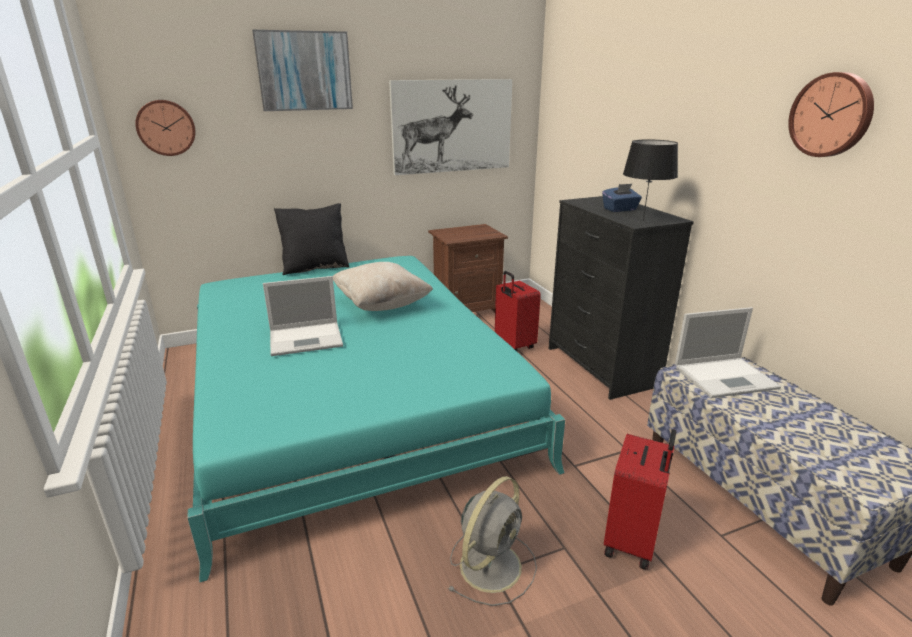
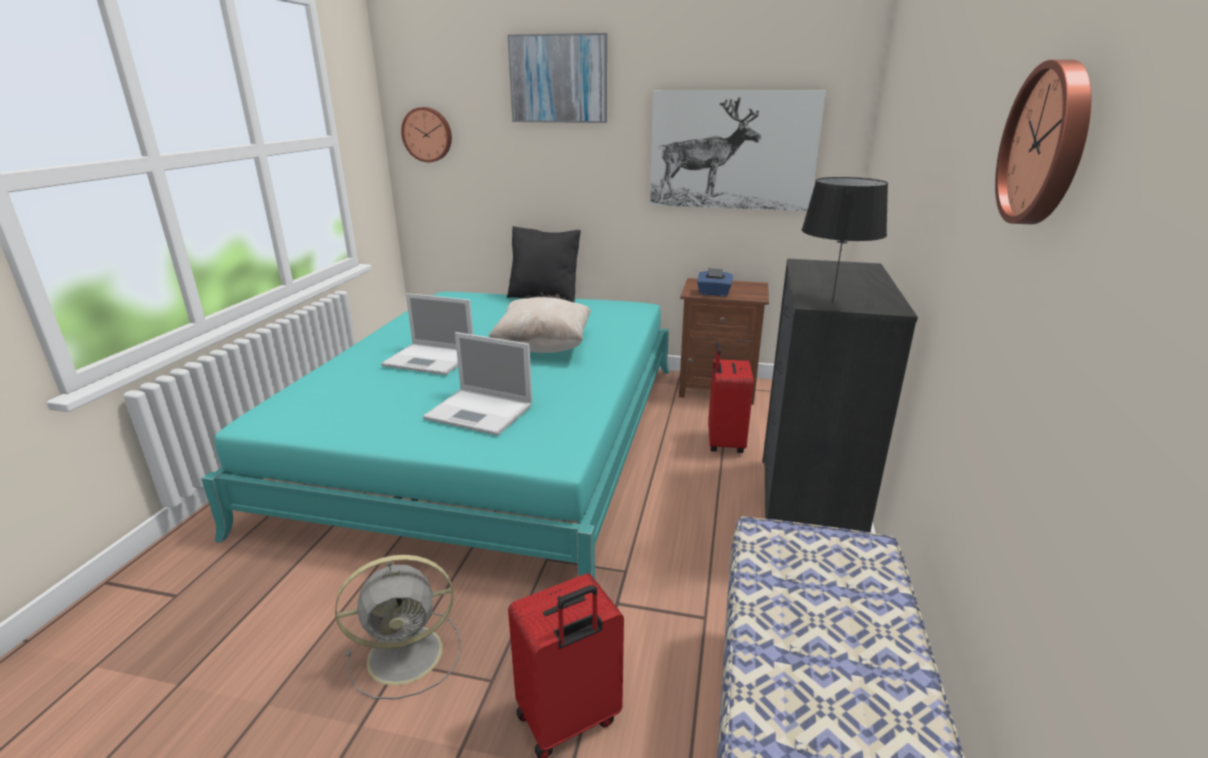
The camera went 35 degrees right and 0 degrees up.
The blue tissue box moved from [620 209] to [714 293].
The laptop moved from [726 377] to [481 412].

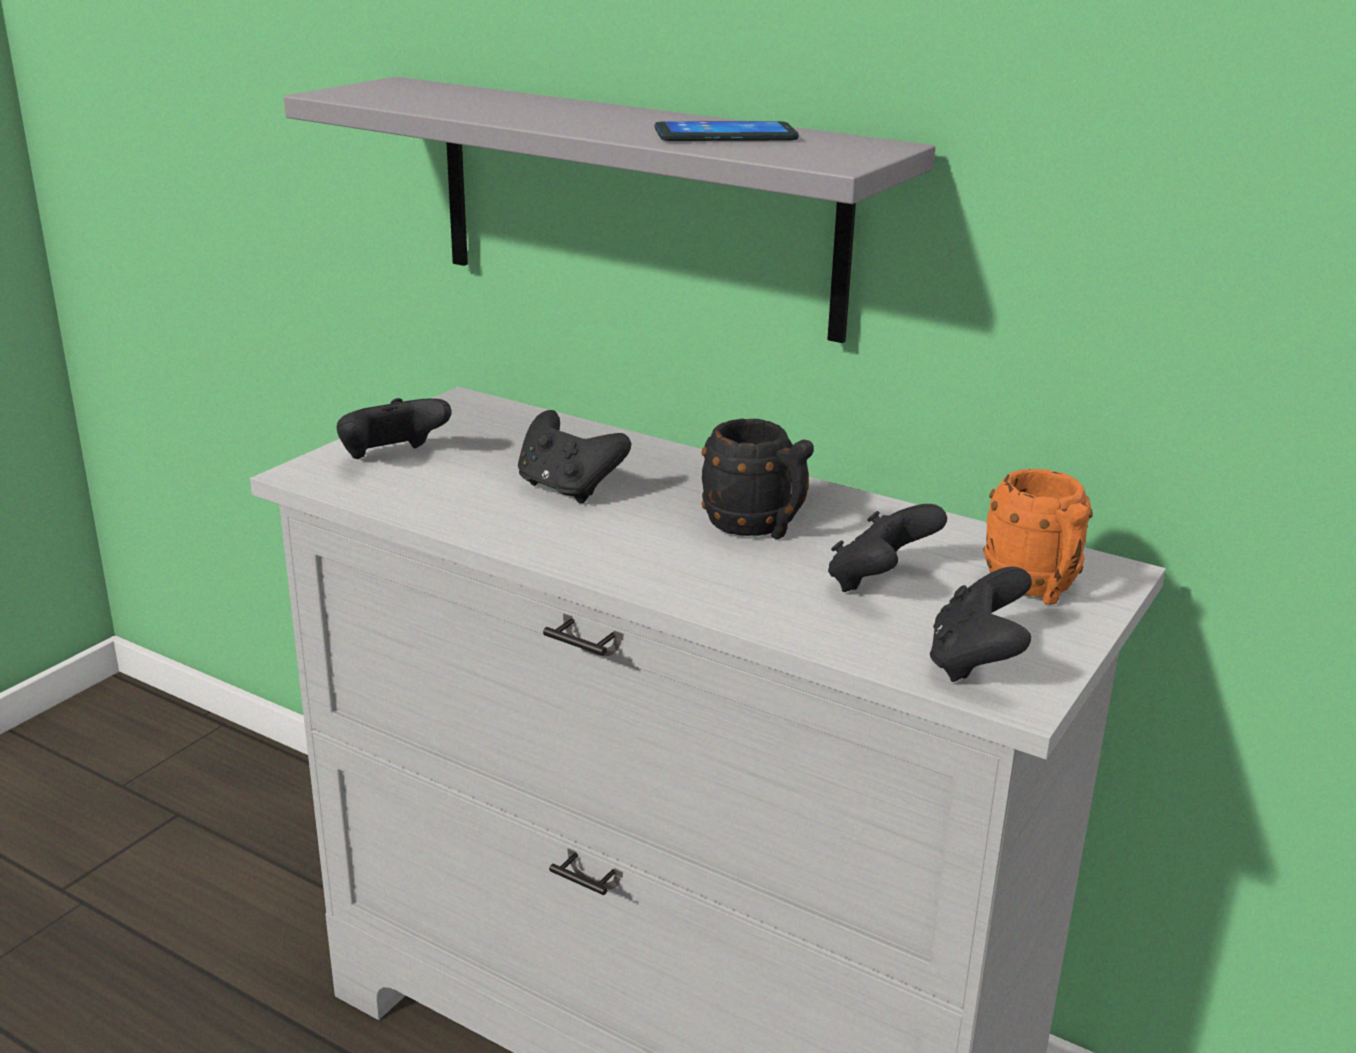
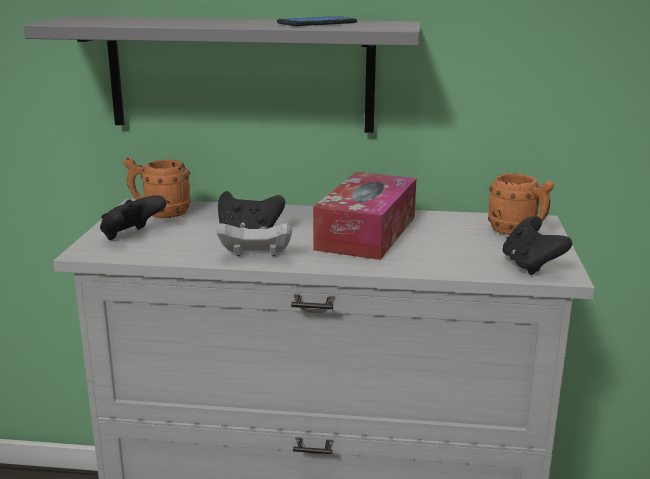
The camera went 25 degrees left and 5 degrees down.
The black mug at [758 529] was replaced by the tissue box at [366 233].
The black game controller at [879 583] disappeared.
The orange mug at [159 213] appeared.
The white game controller at [256 257] appeared.

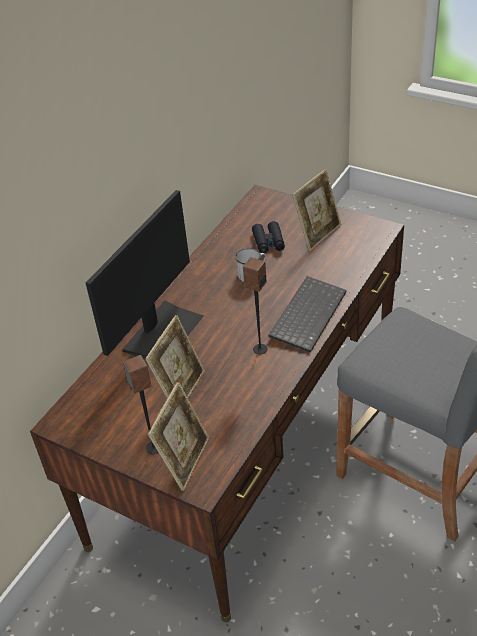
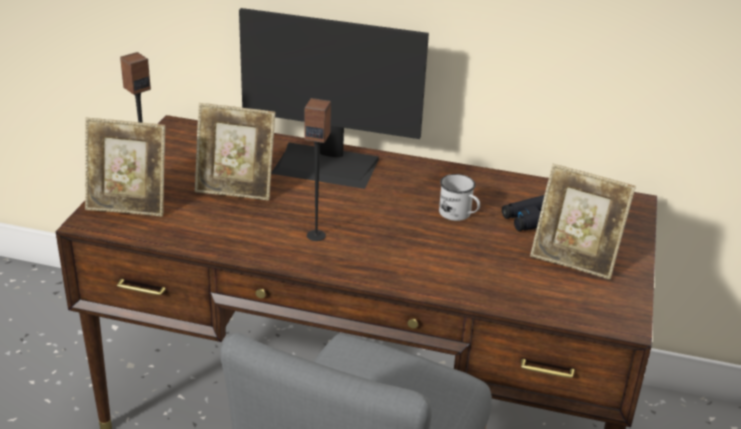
The camera went 70 degrees right and 10 degrees down.
The keyboard at [307 314] disappeared.

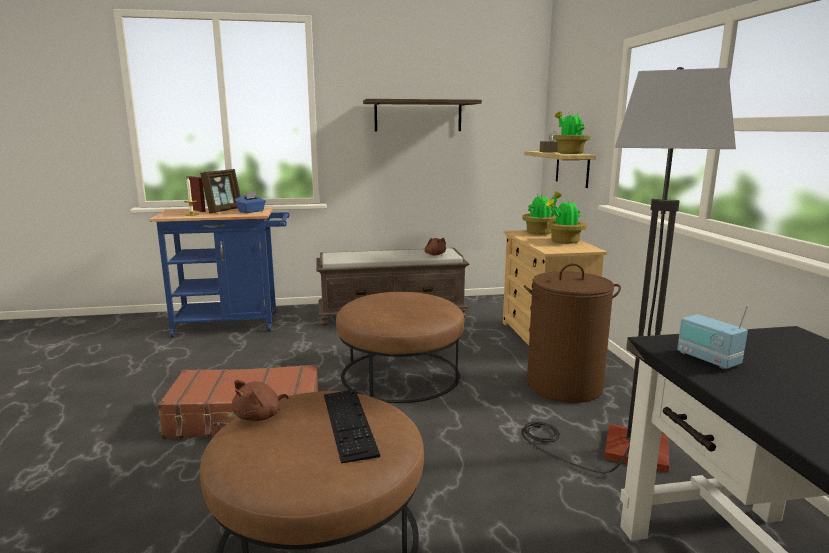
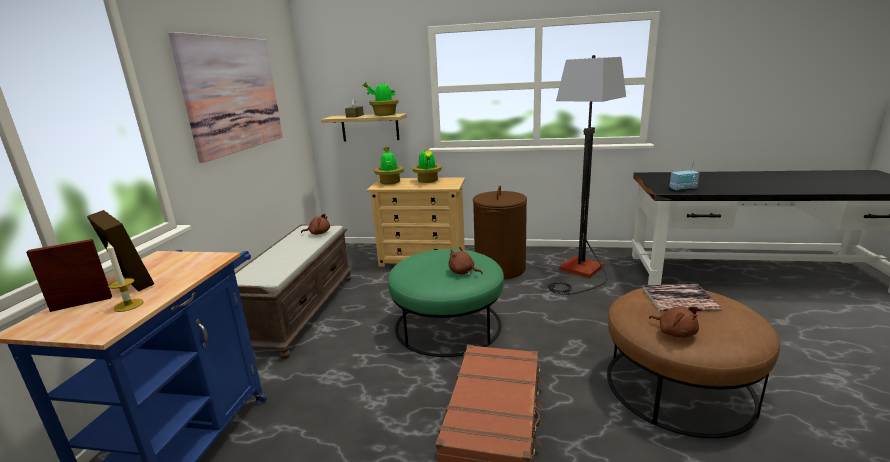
The camera went 70 degrees left and 5 degrees up.
The shelf at [418 116] was replaced by the picture at [233 94].
The blue tissue box at [251 211] disappeared.
The brown ottoman at [400 374] became the green ottoman at [448 325].
The keyboard at [349 423] was replaced by the book at [679 299].
The brown plush toy at [463 272] appeared.

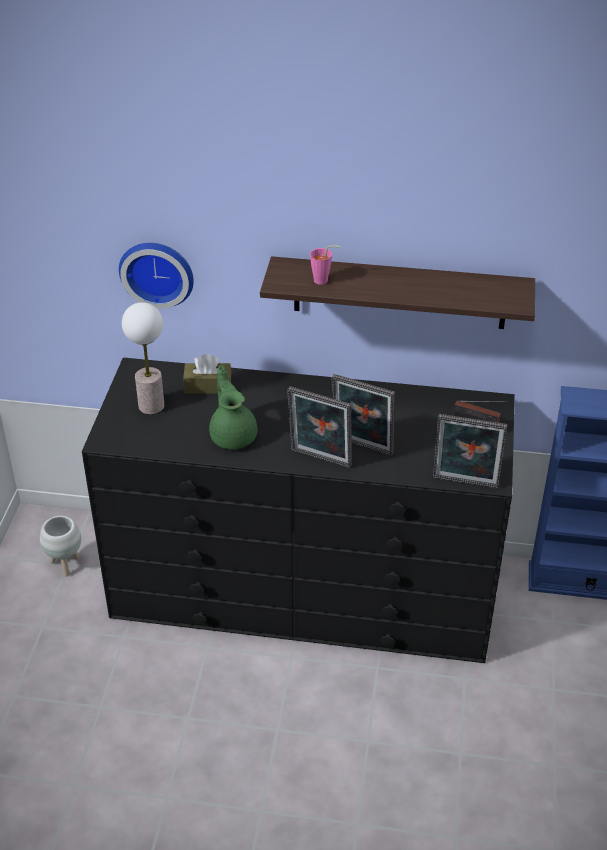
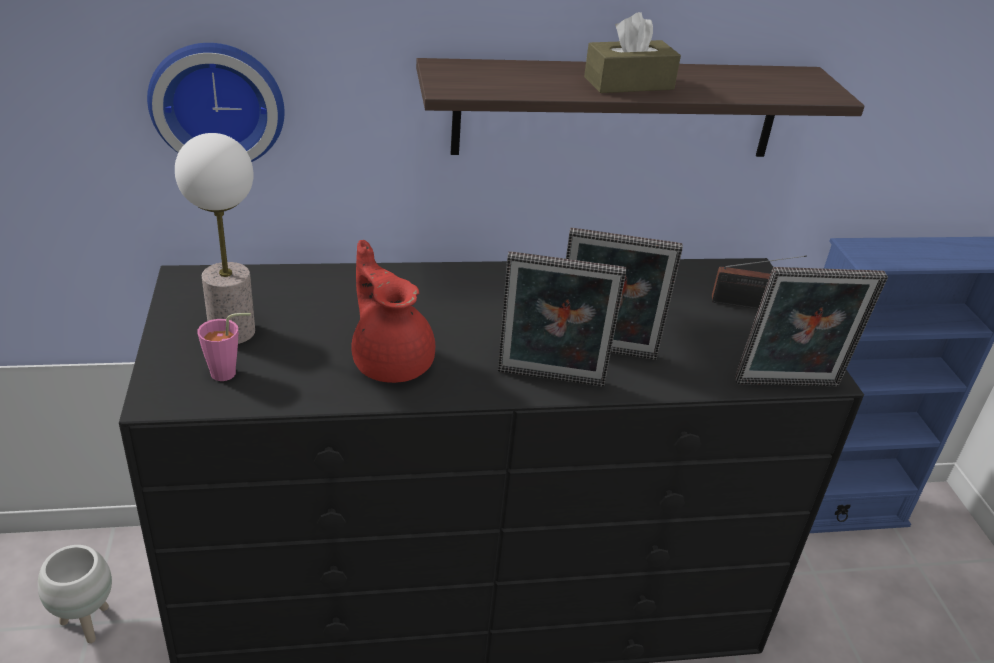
The camera went 20 degrees left and 5 degrees down.
The pink cup moved from [324 281] to [229 373].
The brown tissue box moved from [208 386] to [628 83].
The green teapot at [233 435] became the red teapot at [391 360].

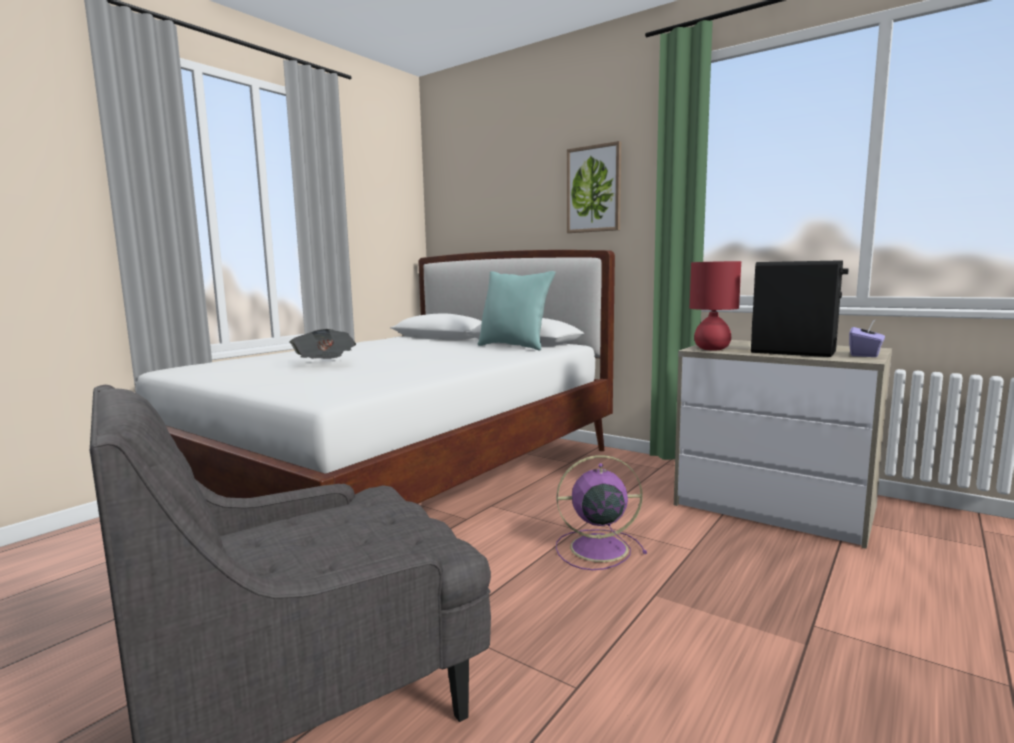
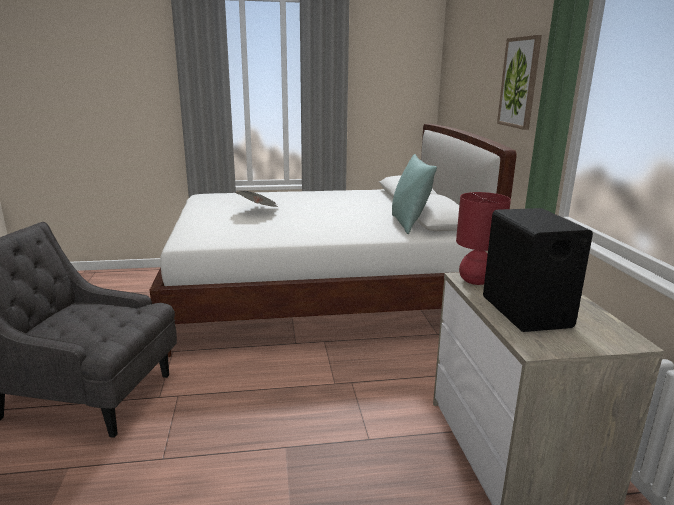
The camera went 45 degrees right and 10 degrees up.
The purple tissue box at [865 355] disappeared.
The purple fan at [596 548] disappeared.

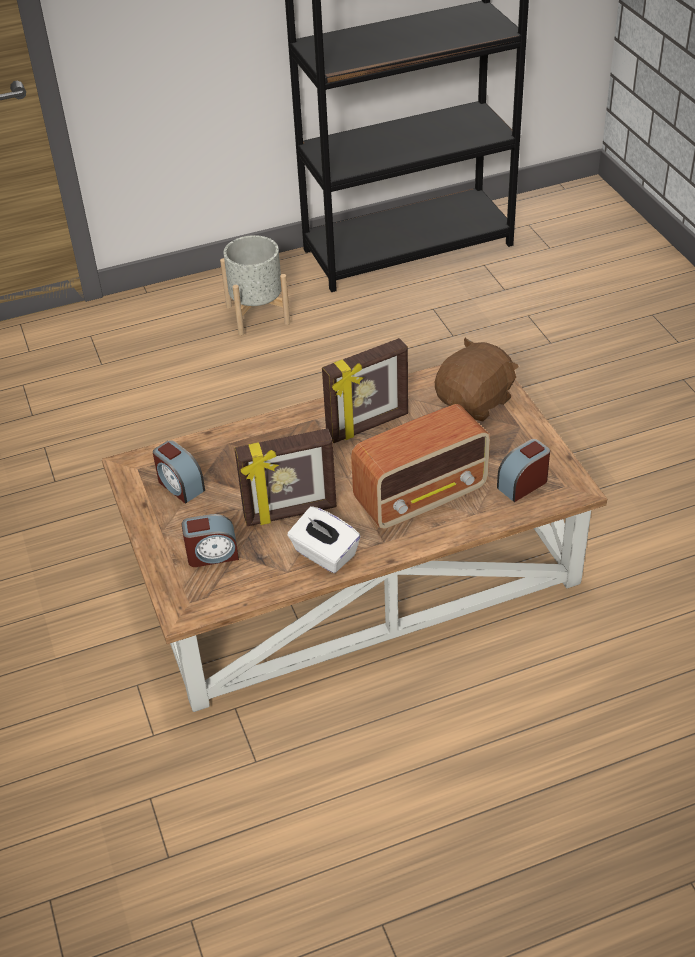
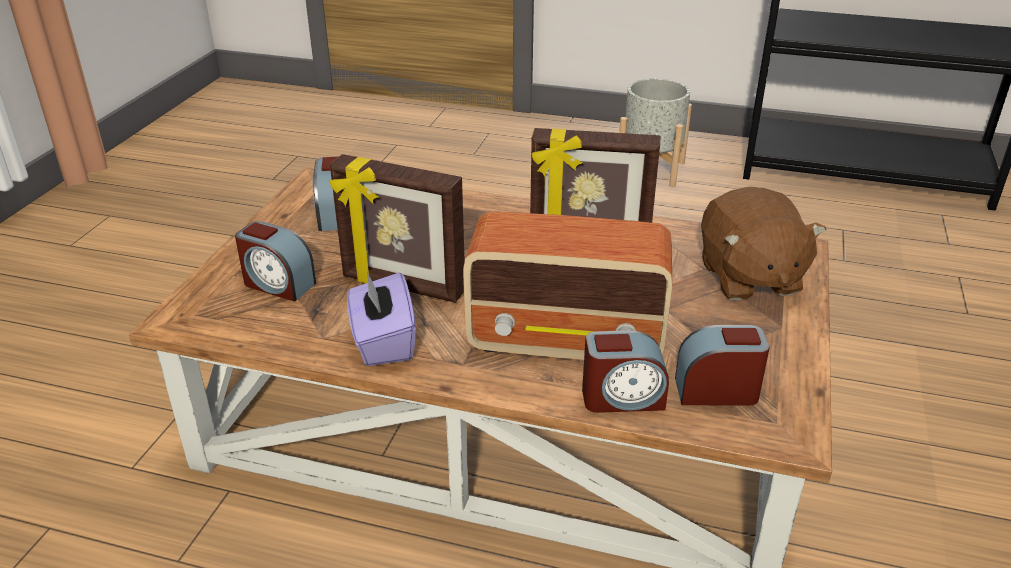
The camera went 35 degrees right and 10 degrees down.
The brown plush toy at [475 401] turned 90 degrees clockwise.
The white tissue box at [324 554] became the purple tissue box at [383 342].
The alarm clock at [622 397] appeared.

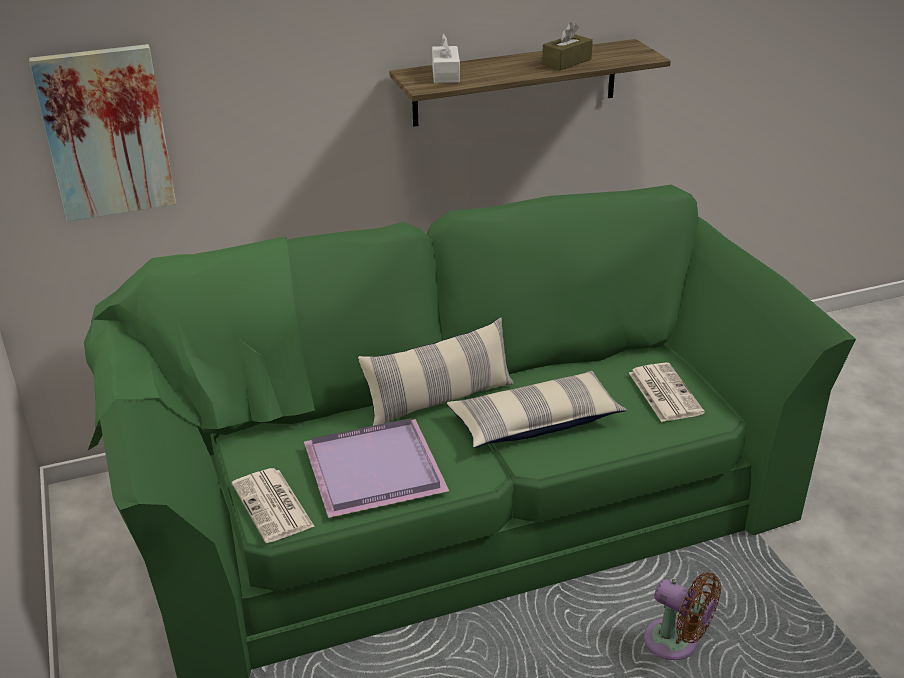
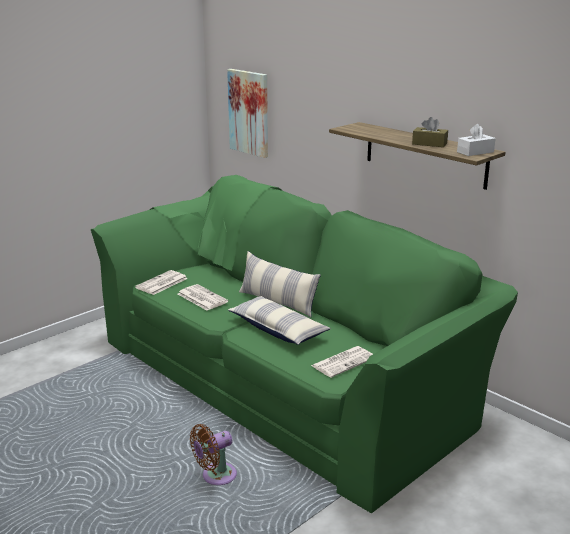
The camera went 65 degrees right and 10 degrees down.
The white tissue box moved from [445 74] to [475 152].
The purple tray at [373 472] was replaced by the newspaper at [201 298].
The brown fan at [676 643] turned 45 degrees clockwise.

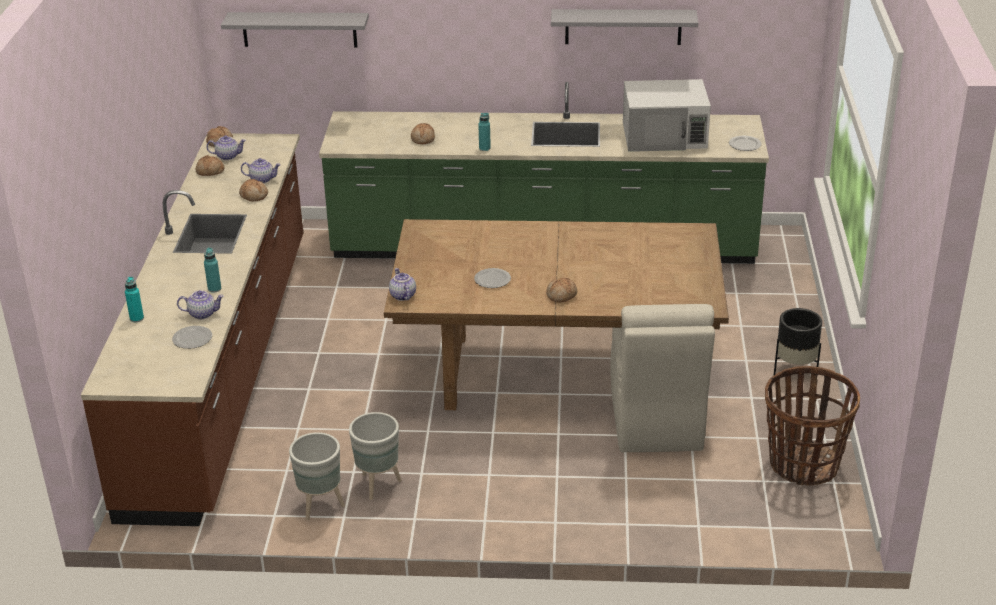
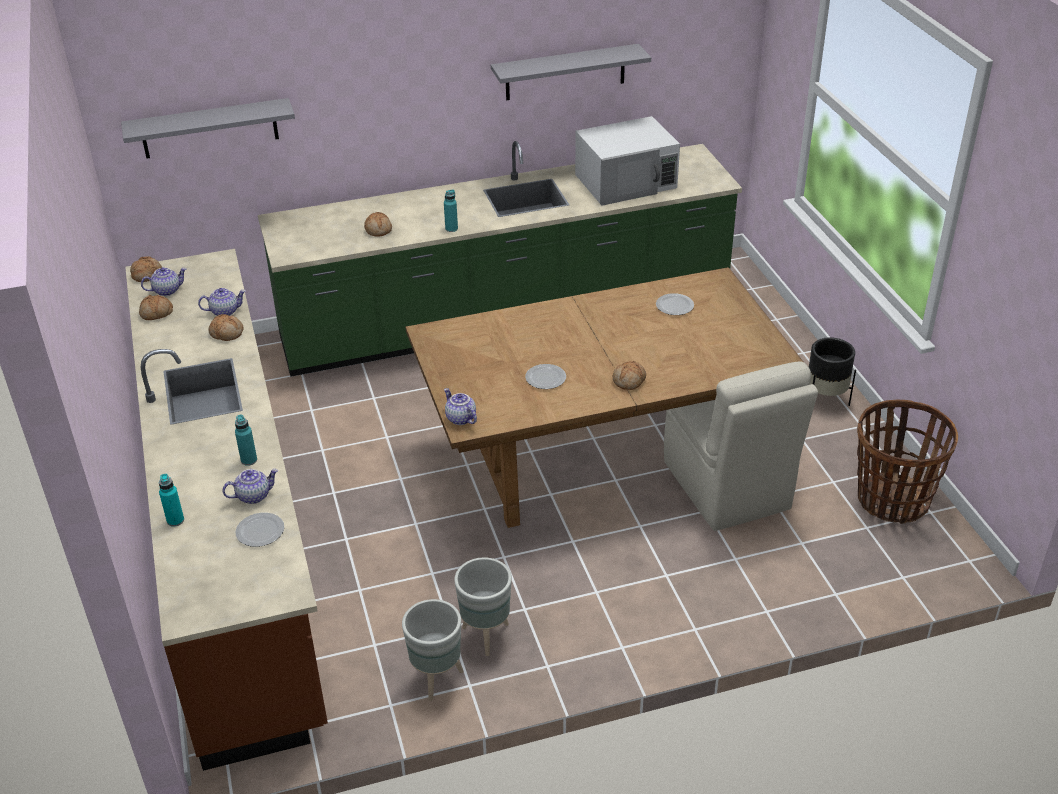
The camera went 20 degrees left and 5 degrees up.
The plate moved from [744 144] to [674 306].

